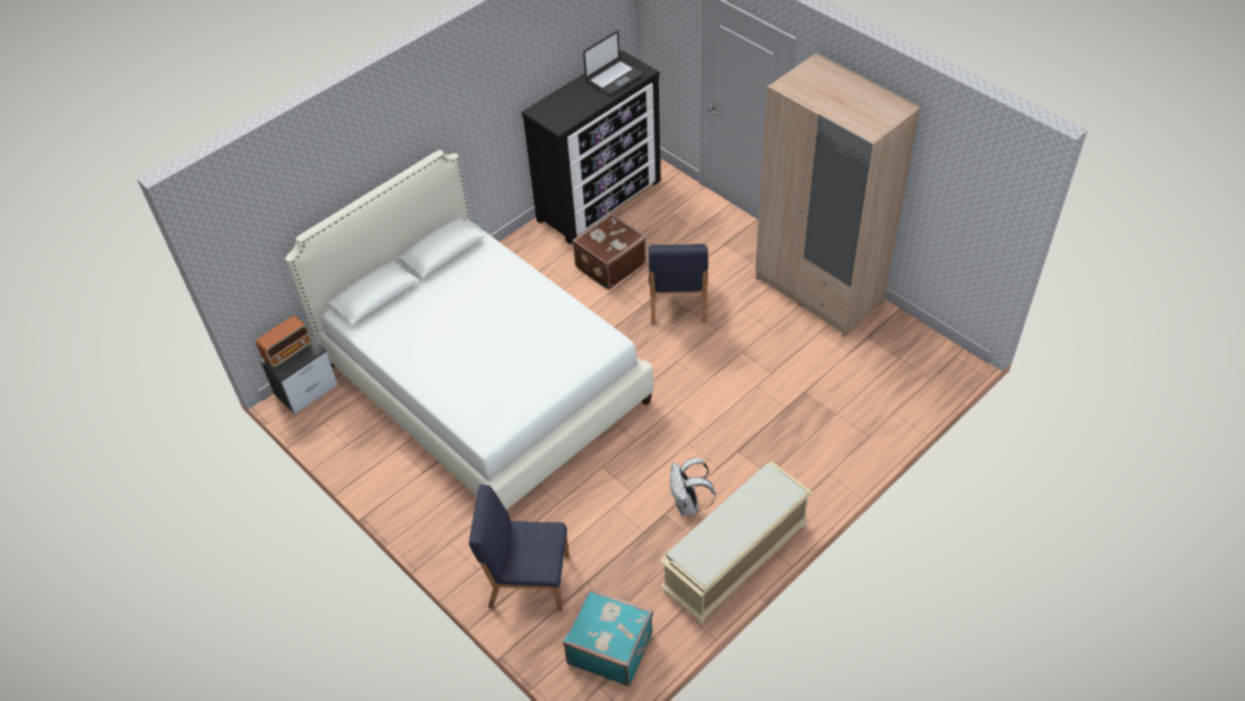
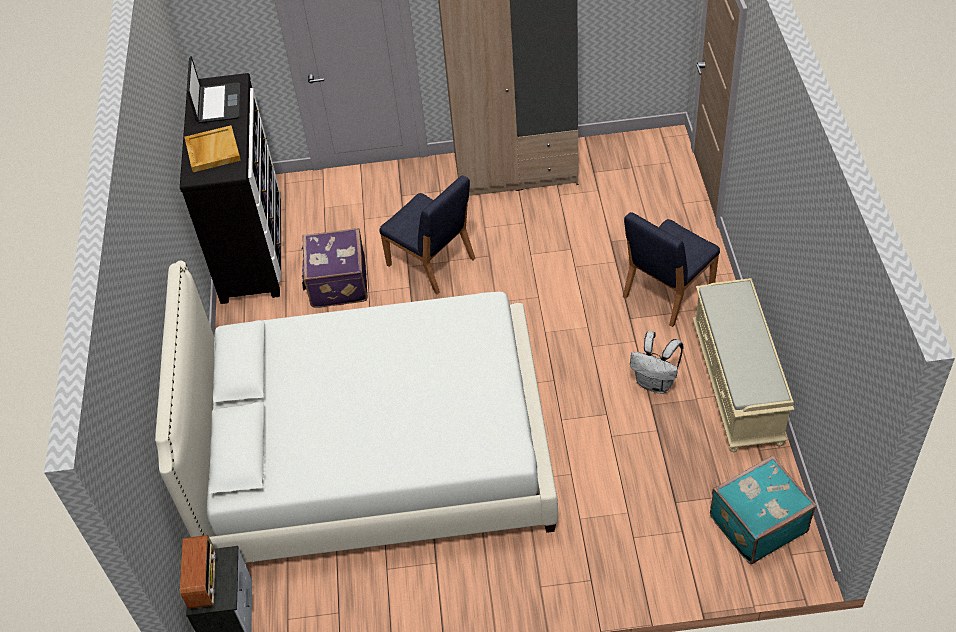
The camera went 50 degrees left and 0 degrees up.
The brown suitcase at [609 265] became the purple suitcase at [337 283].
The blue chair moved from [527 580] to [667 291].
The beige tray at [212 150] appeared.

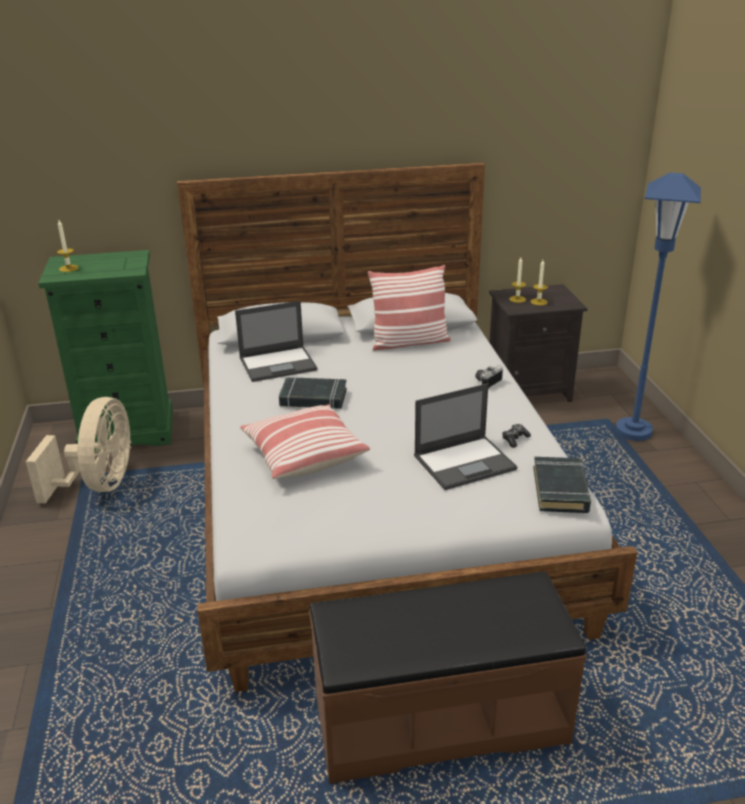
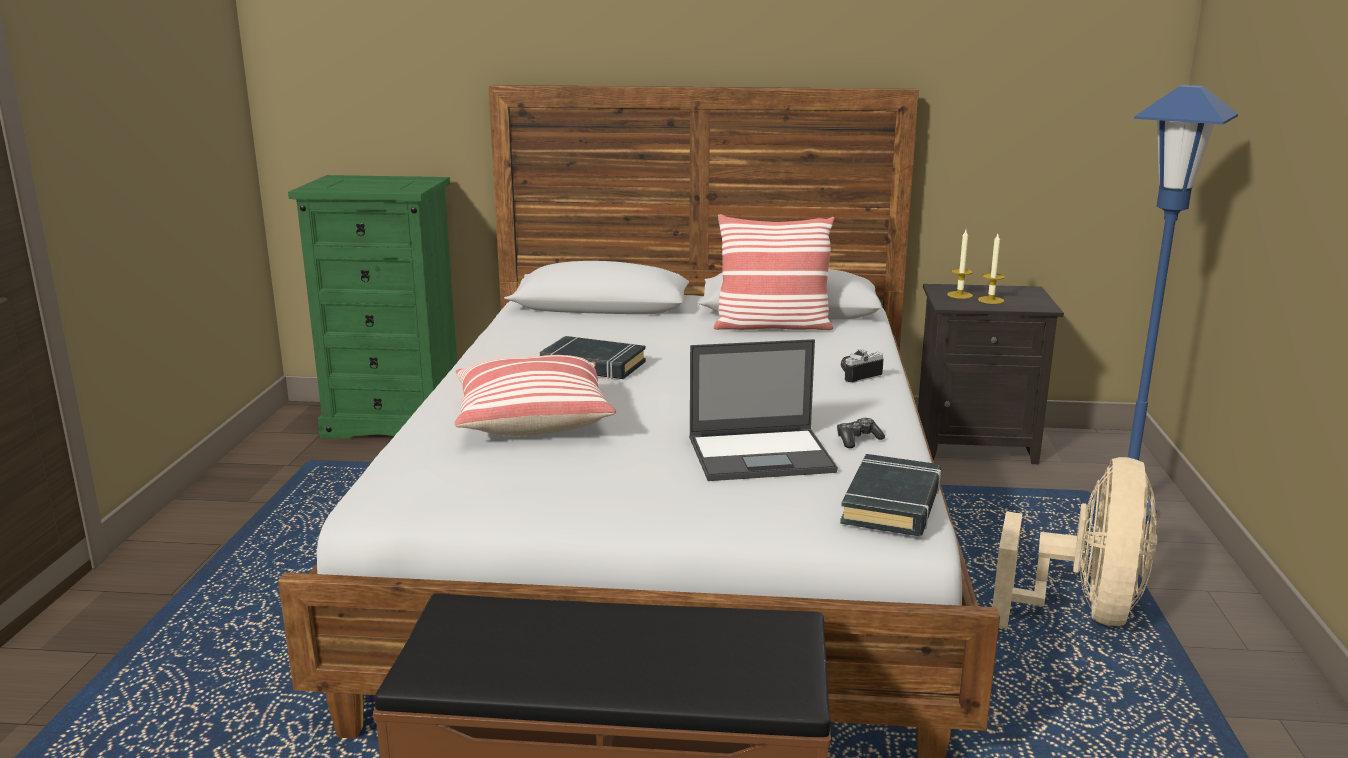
The camera went 15 degrees right and 10 degrees down.
The candle at [68 268] disappeared.
The laptop at [279 364] disappeared.
The beige fan moved from [100 484] to [1083 612].

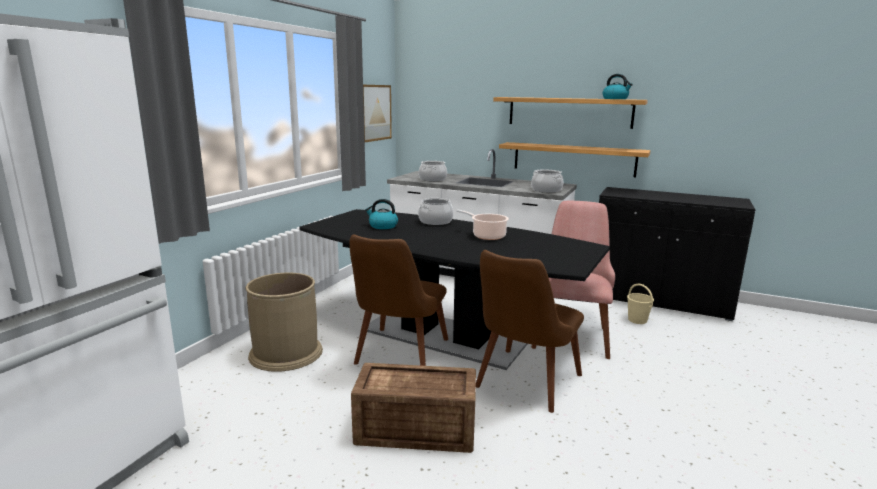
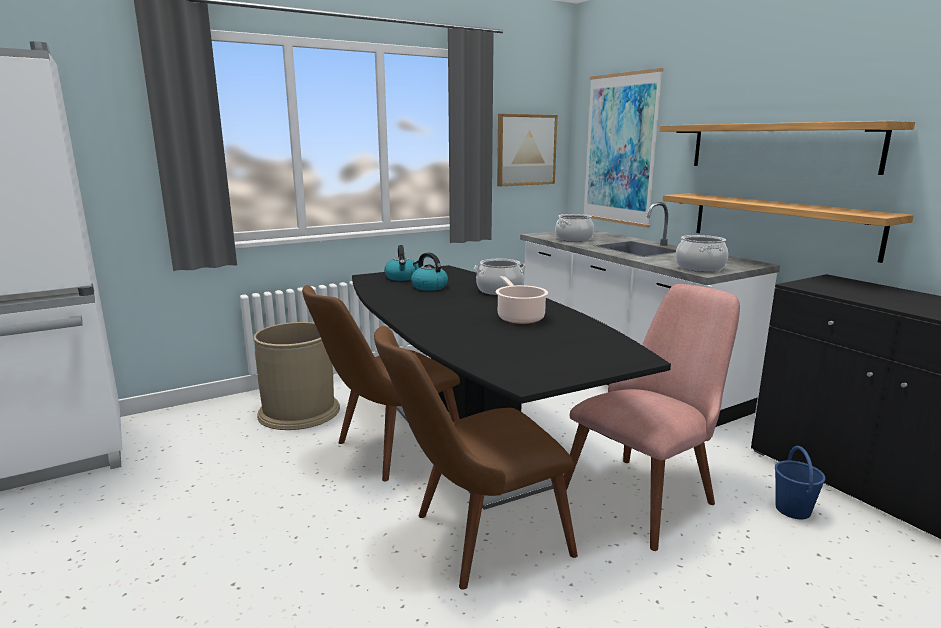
The camera went 35 degrees right and 0 degrees up.
The kettle moved from [615 99] to [402 277].
The beige bucket at [637 320] became the blue bucket at [793 510].
The crate at [417 432] disappeared.
The picture at [620 149] appeared.

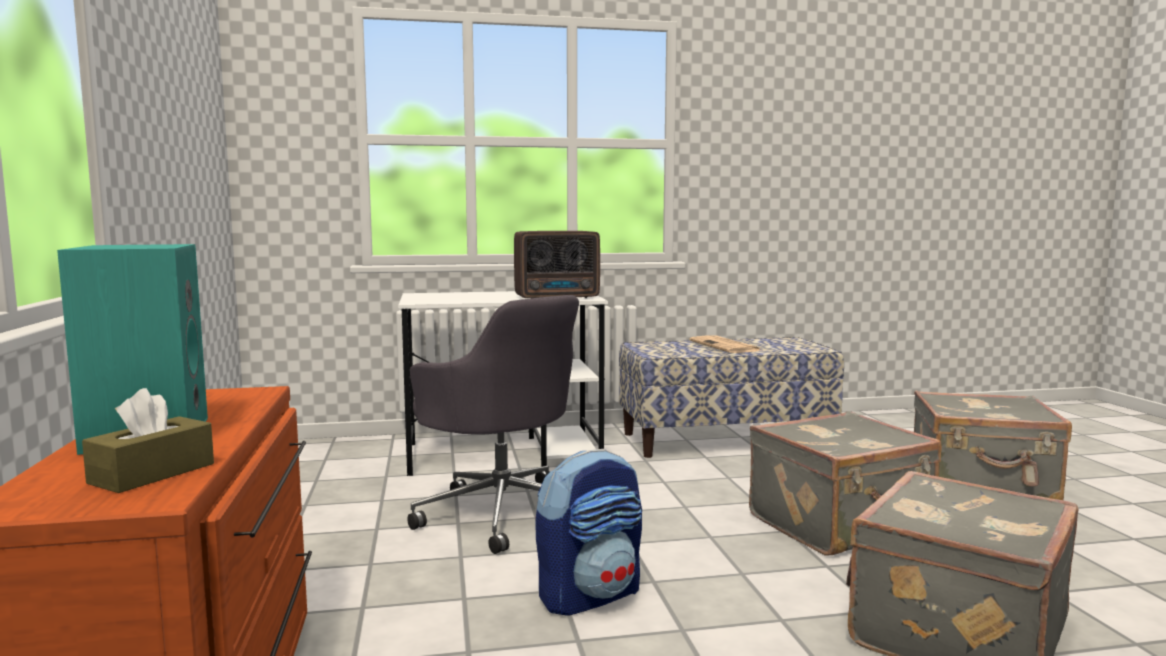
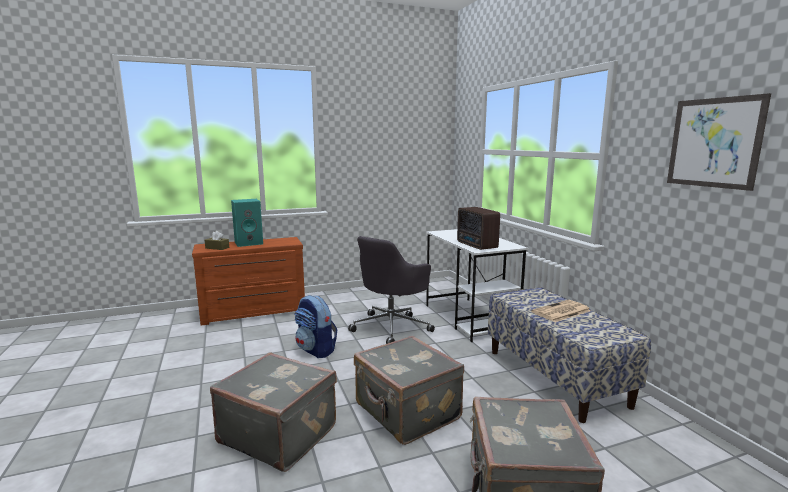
The camera went 80 degrees right and 5 degrees up.
The picture at [714 143] appeared.

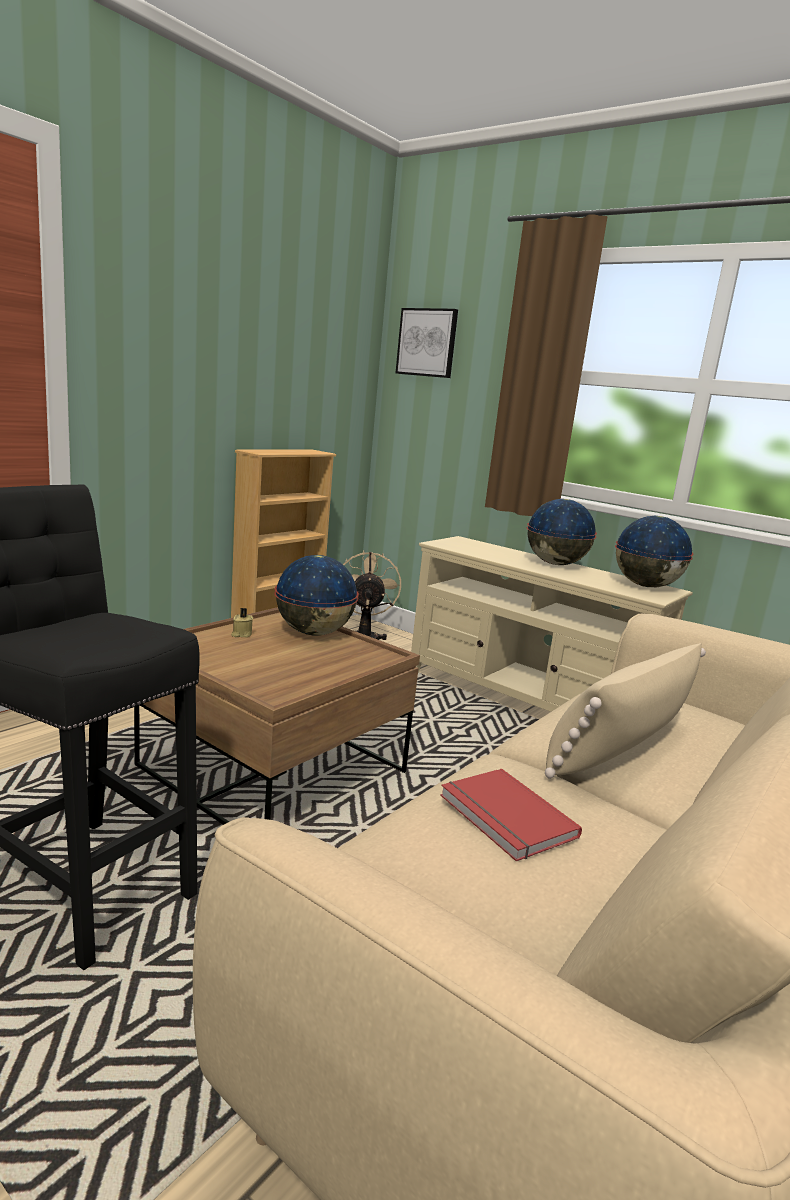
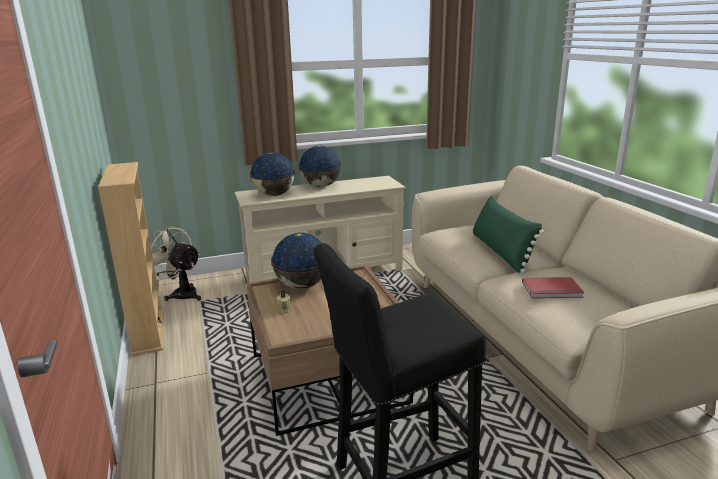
The camera went 55 degrees left and 5 degrees up.
The picture at [427 343] disappeared.
The globe moved from [645 586] to [274 195].
The beige pillow at [617 747] became the green pillow at [501 252].

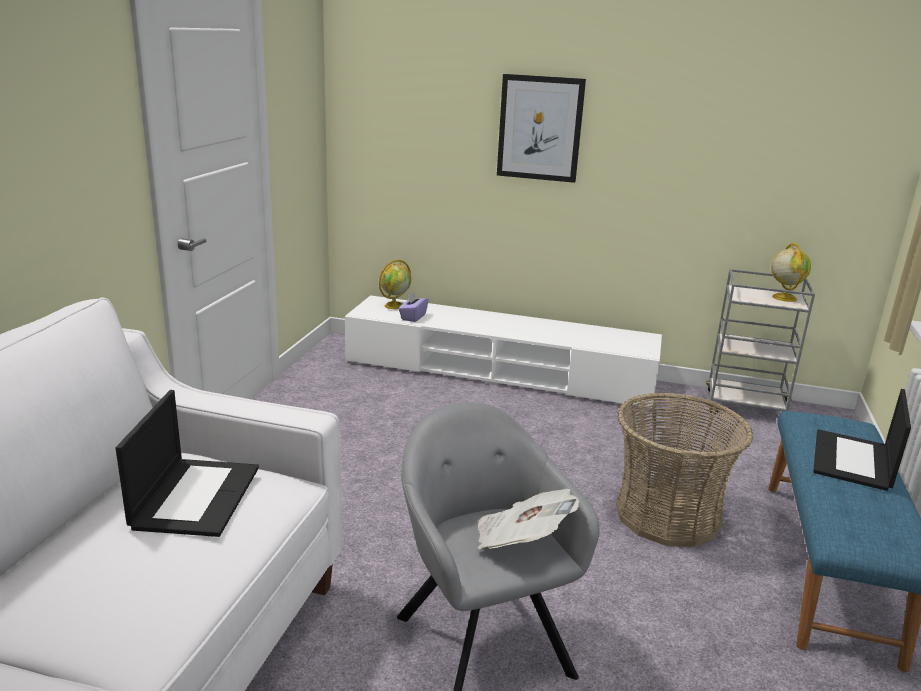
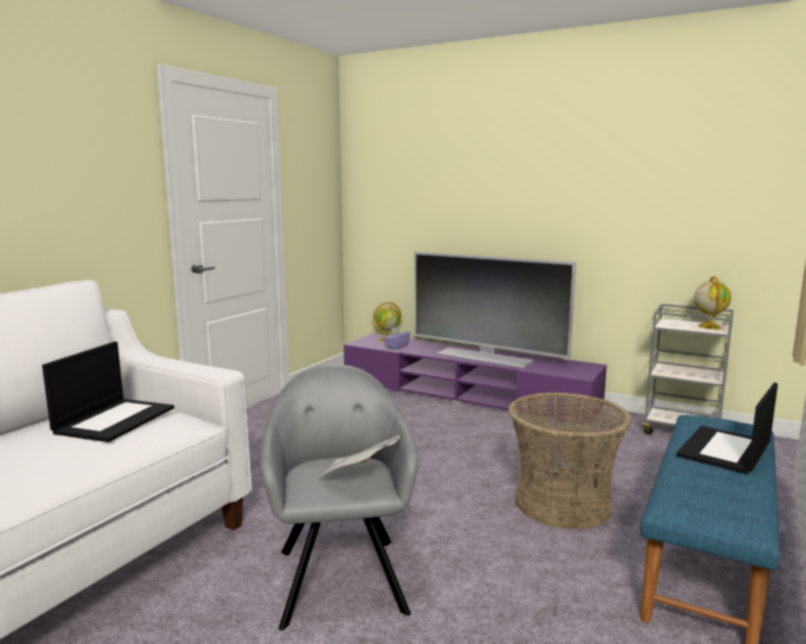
The camera went 15 degrees right and 10 degrees down.
The picture at [540 128] disappeared.
The white tv stand at [500 372] became the purple tv stand at [467 395].
The television at [485 357] appeared.

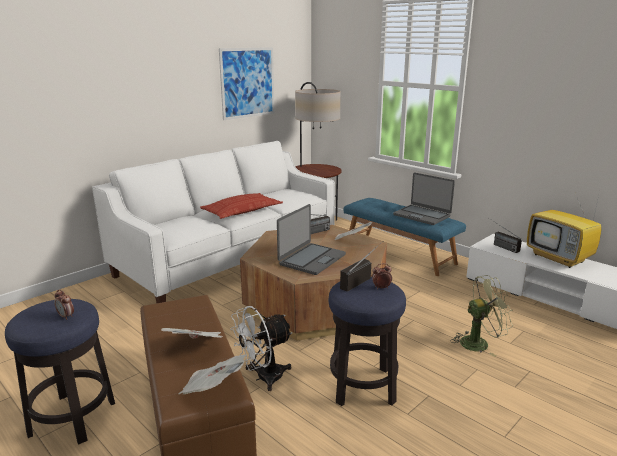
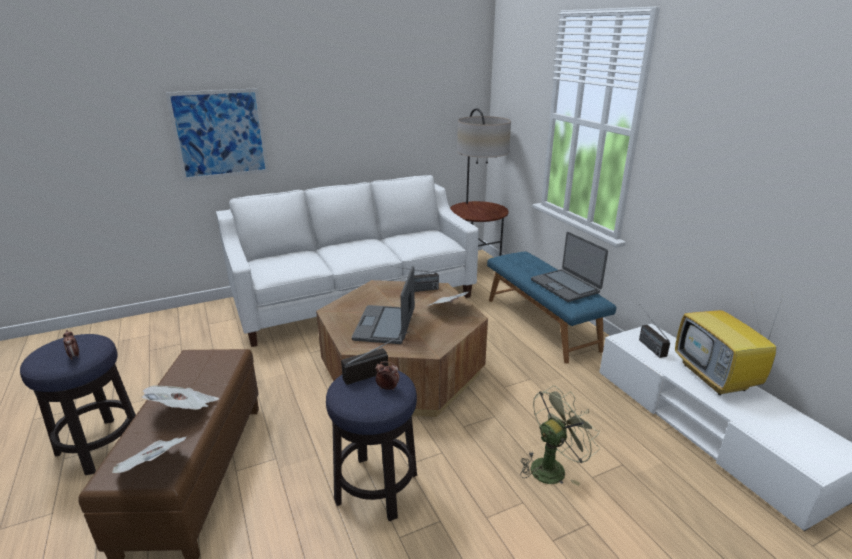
The camera went 20 degrees right and 5 degrees up.
The picture moved from [247 83] to [220 134].
The pillow at [242 211] disappeared.
The laptop at [311 259] turned 135 degrees clockwise.
The green fan at [479 343] turned 45 degrees counterclockwise.
The white fan at [263 378] disappeared.

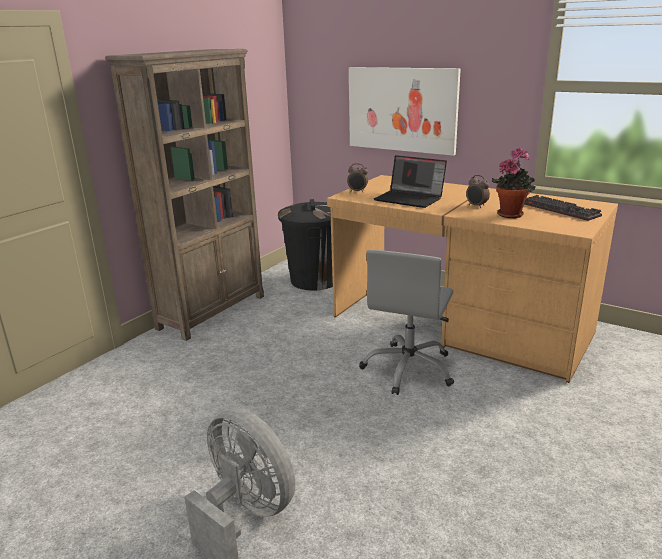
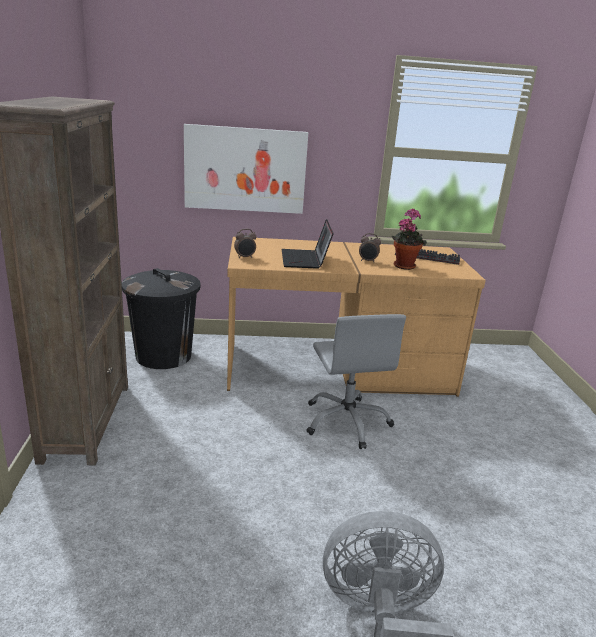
The camera went 40 degrees left and 0 degrees up.
The laptop at [410 199] turned 90 degrees clockwise.

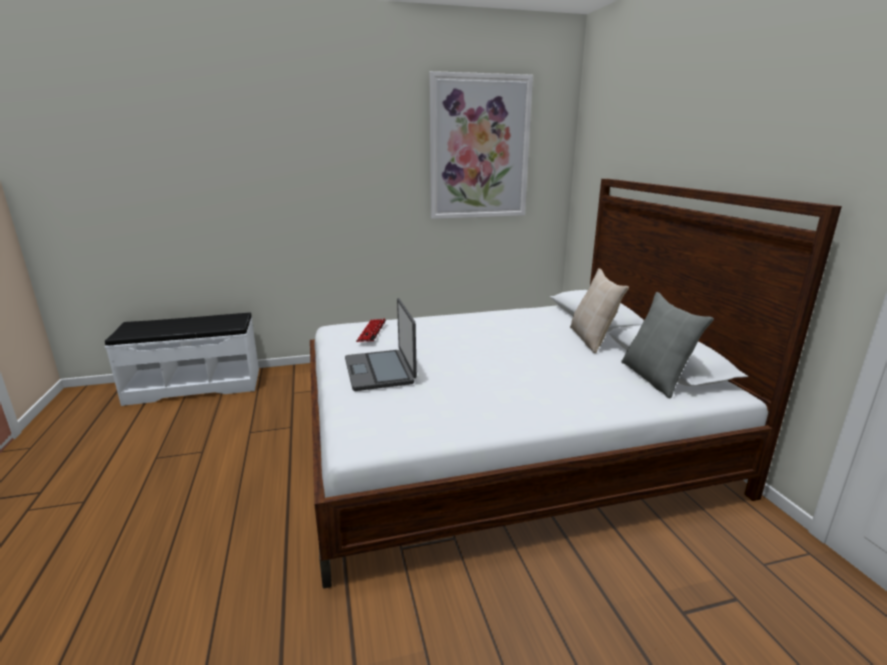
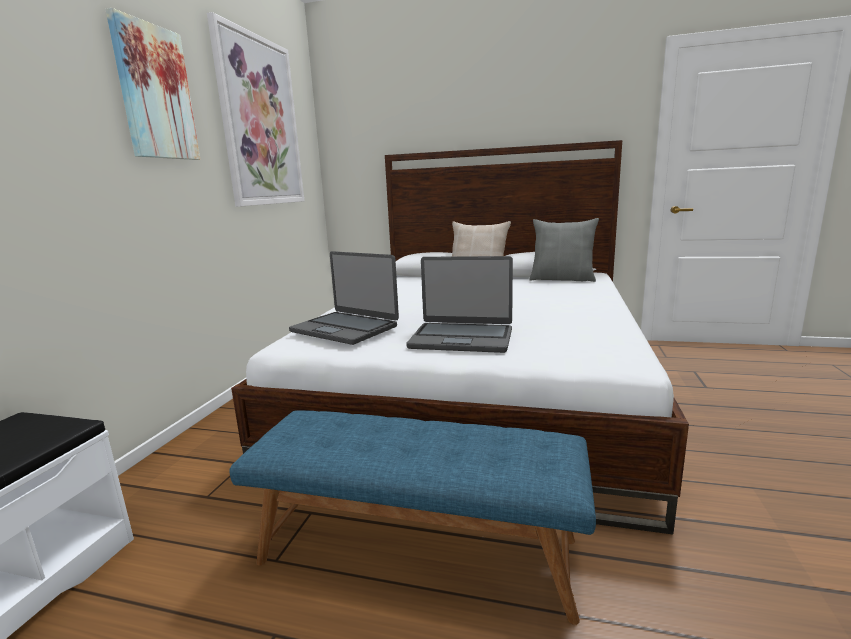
The camera went 60 degrees left and 5 degrees down.
The keyboard at [371 331] was replaced by the laptop at [345 328].
The picture at [155 93] appeared.
The blue bench at [418 549] appeared.

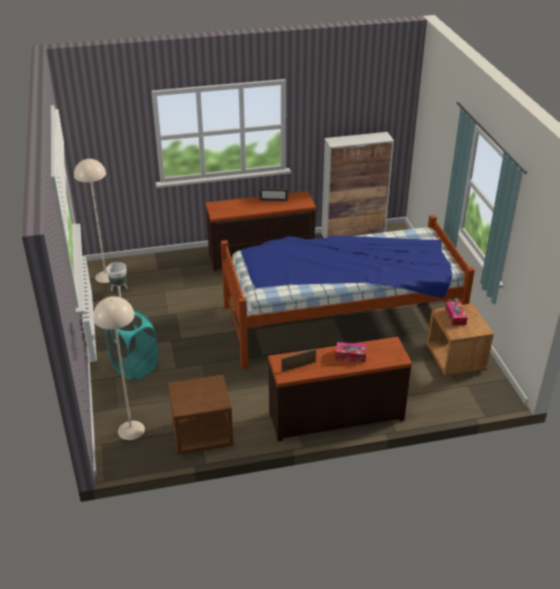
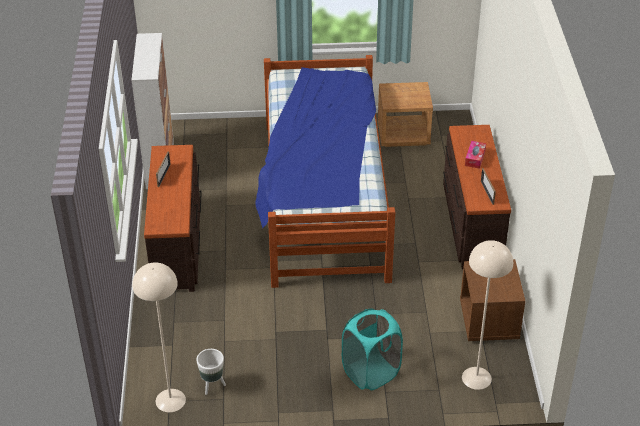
The camera went 80 degrees left and 5 degrees up.
The tissue box at [455 316] disappeared.

